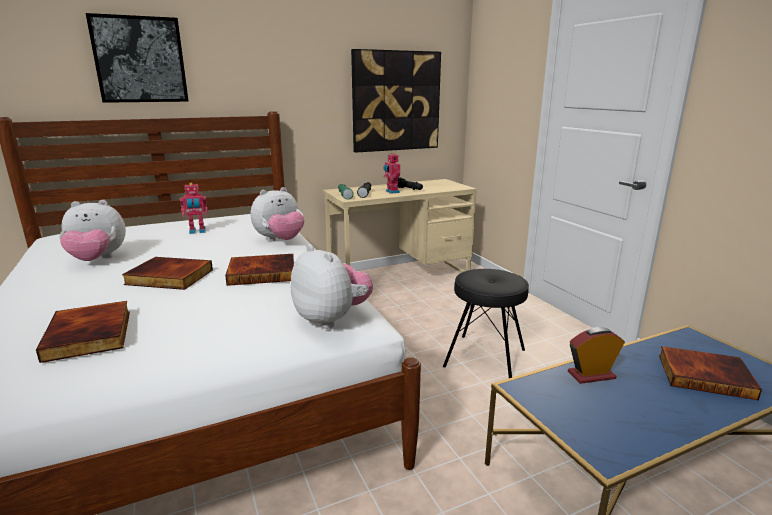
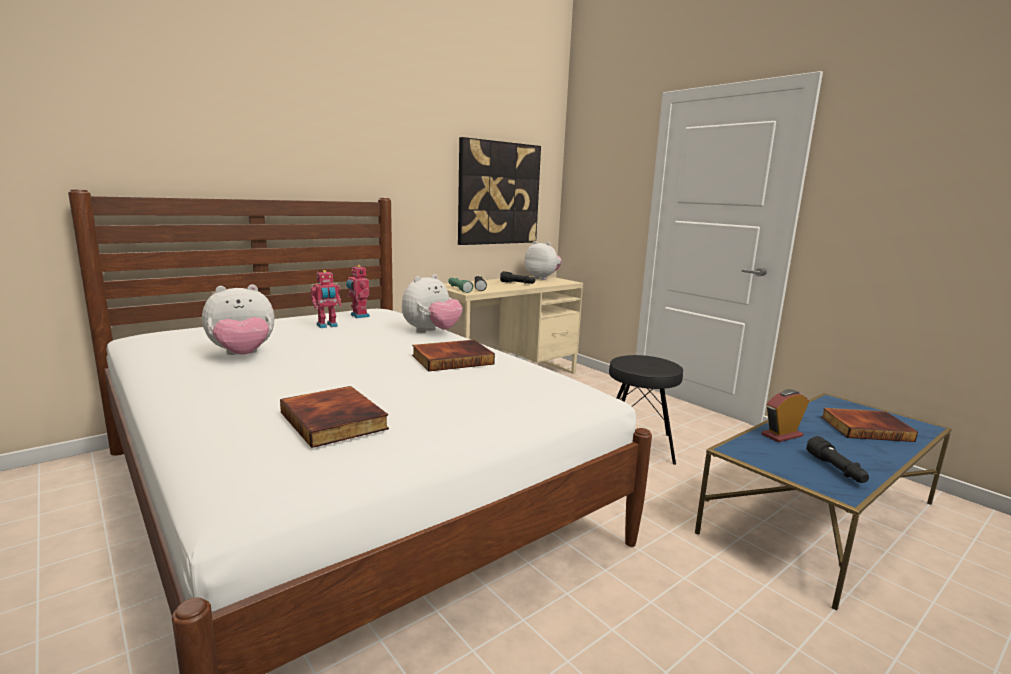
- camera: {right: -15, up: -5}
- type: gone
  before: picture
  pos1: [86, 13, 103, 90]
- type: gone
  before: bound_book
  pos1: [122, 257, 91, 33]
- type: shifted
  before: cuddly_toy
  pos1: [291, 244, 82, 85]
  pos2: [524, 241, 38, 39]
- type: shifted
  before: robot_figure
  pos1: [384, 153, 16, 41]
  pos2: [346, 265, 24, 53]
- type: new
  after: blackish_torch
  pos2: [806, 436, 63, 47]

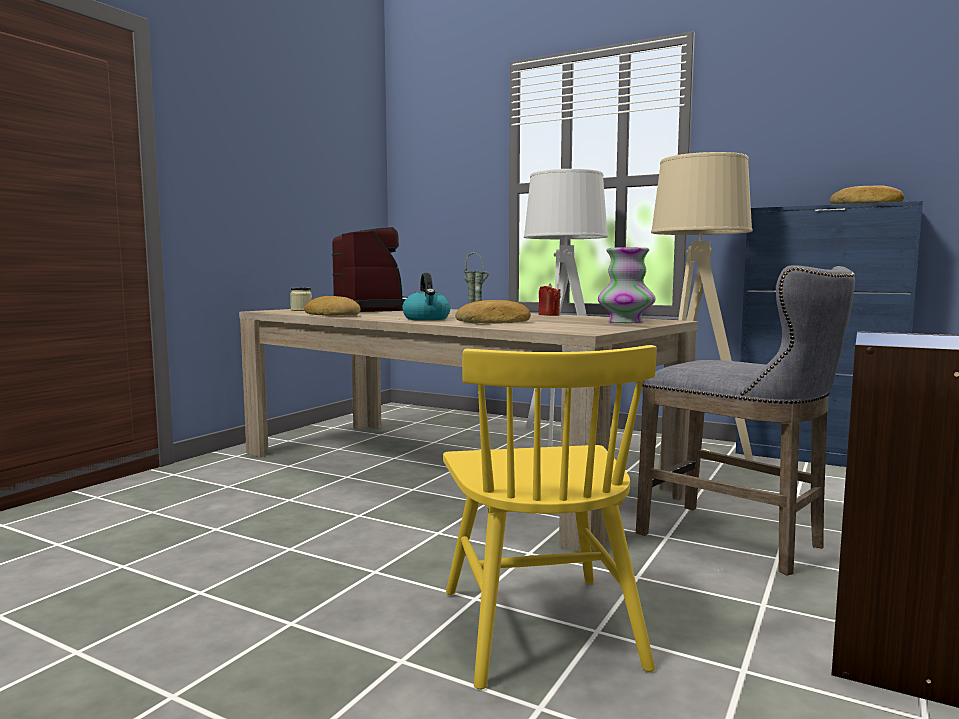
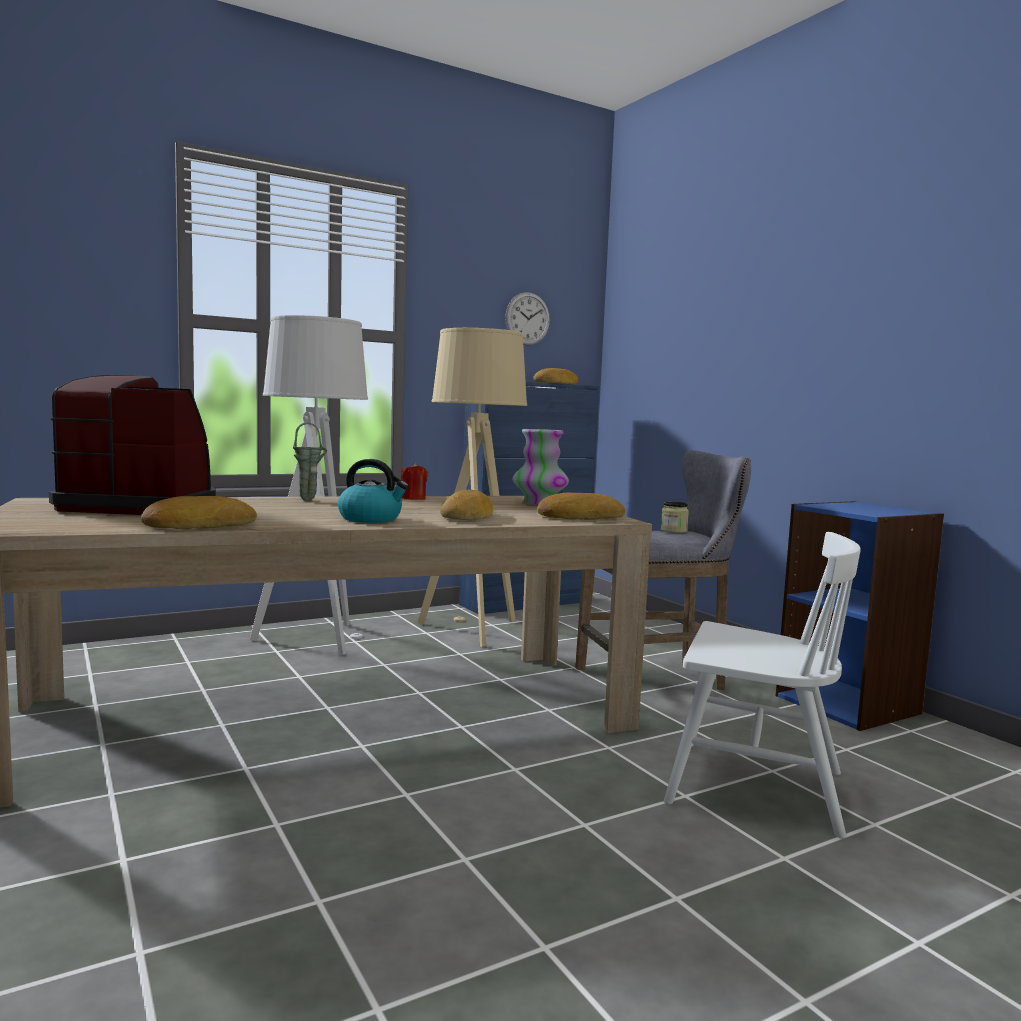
- camera: {right: -60, up: 0}
- type: shifted
  before: jar
  pos1: [290, 287, 22, 24]
  pos2: [661, 502, 28, 31]
- type: repainted
  before: yellow_chair
  after: whitish_chair
  pos1: [443, 345, 214, 345]
  pos2: [664, 532, 197, 307]
- type: new
  after: wall_clock
  pos2: [505, 292, 45, 53]
- type: new
  after: baked_bread
  pos2: [537, 493, 88, 27]

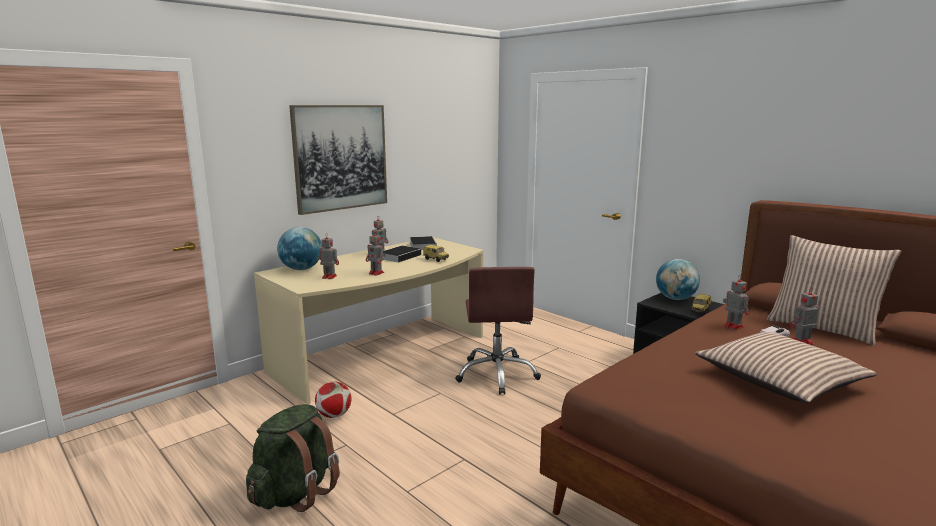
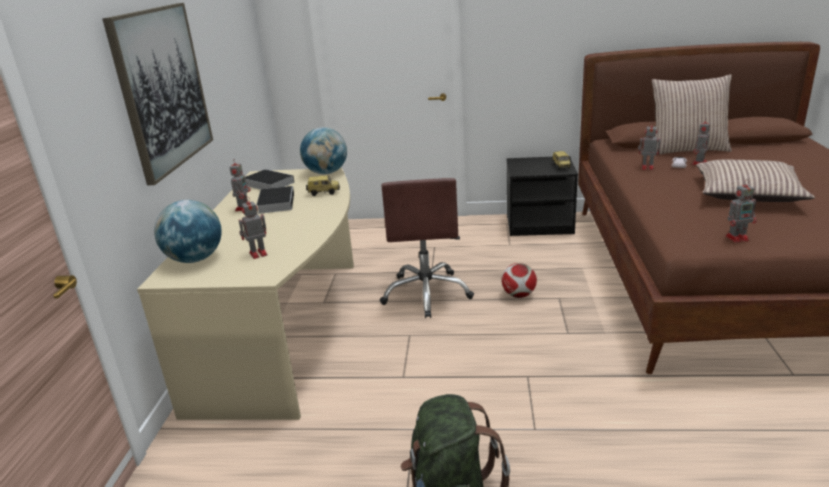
- camera: {right: -40, up: 10}
- type: shifted
  before: football_ball
  pos1: [315, 382, 37, 36]
  pos2: [501, 263, 36, 35]
- type: shifted
  before: robot_figure
  pos1: [366, 230, 20, 46]
  pos2: [725, 179, 32, 64]
- type: rotated
  before: brown_desk_chair
  pos1: [455, 267, 86, 128]
  pos2: [380, 178, 94, 140]
  turn: 45
- type: shifted
  before: world_globe
  pos1: [656, 259, 44, 41]
  pos2: [300, 127, 47, 47]

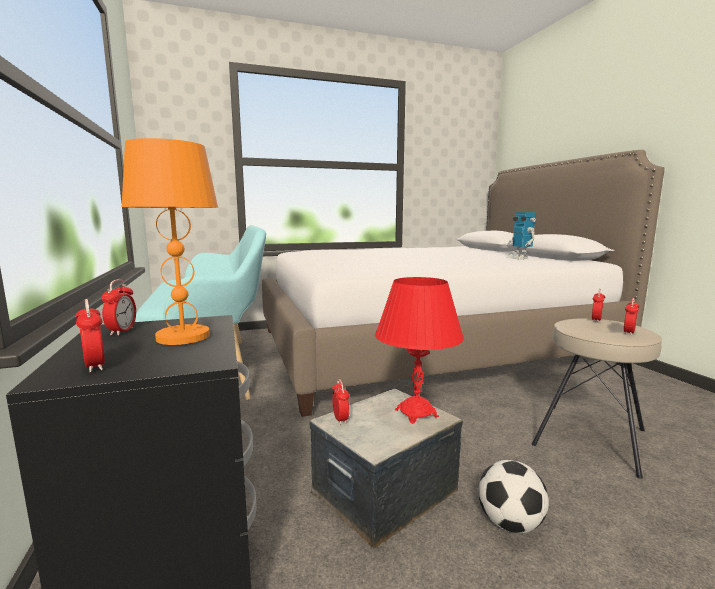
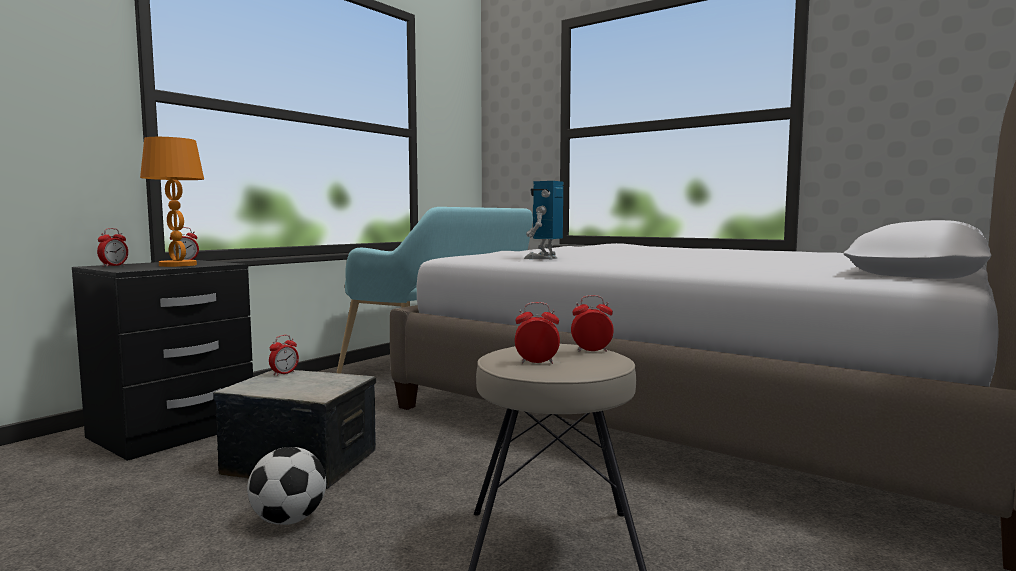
- camera: {right: 55, up: -5}
- type: gone
  before: reddish_lamp_for_a_table
  pos1: [375, 277, 89, 147]
- type: shifted
  before: robot_figure
  pos1: [507, 212, 29, 48]
  pos2: [524, 181, 40, 78]

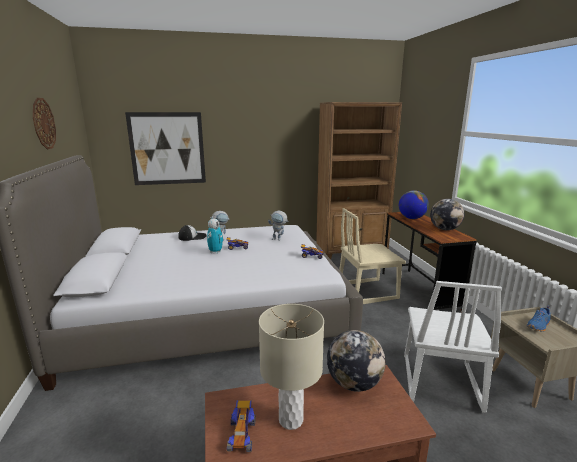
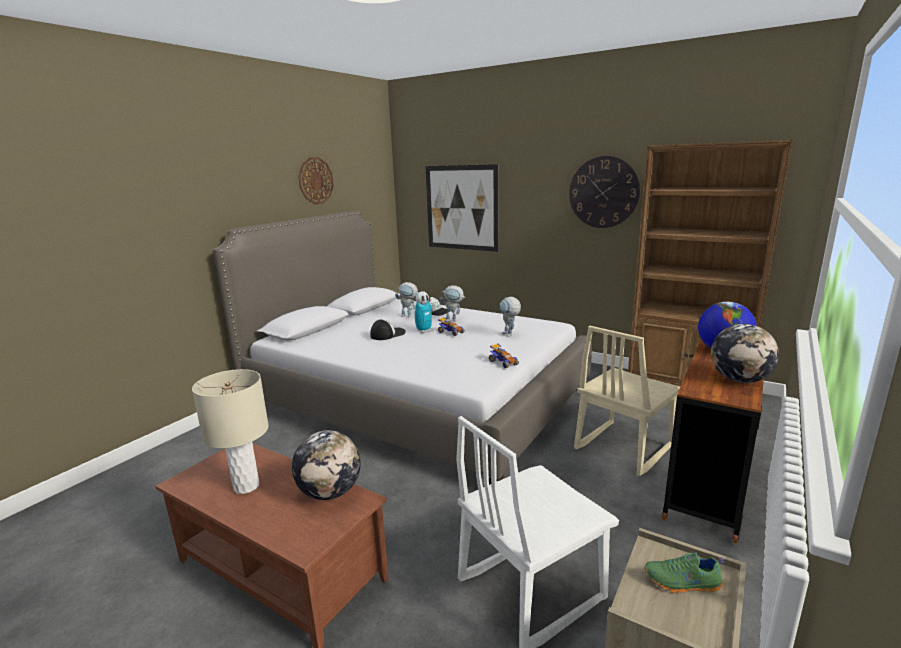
- camera: {right: 45, up: 0}
- type: gone
  before: toy_car
  pos1: [227, 400, 29, 52]
- type: rotated
  before: beige_chair
  pos1: [339, 208, 67, 96]
  pos2: [574, 326, 106, 150]
  turn: -75
- type: repainted
  before: blue_item_of_footwear
  after: green-coloured_item_of_footwear
  pos1: [527, 306, 24, 26]
  pos2: [645, 552, 80, 41]
- type: new
  after: peaked_cap
  pos2: [370, 319, 36, 21]
- type: new
  after: robot_figure
  pos2: [395, 282, 23, 35]
- type: new
  after: wall_clock
  pos2: [569, 156, 71, 72]

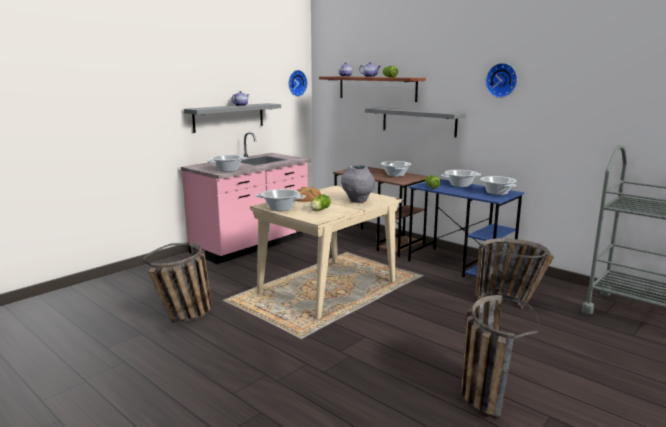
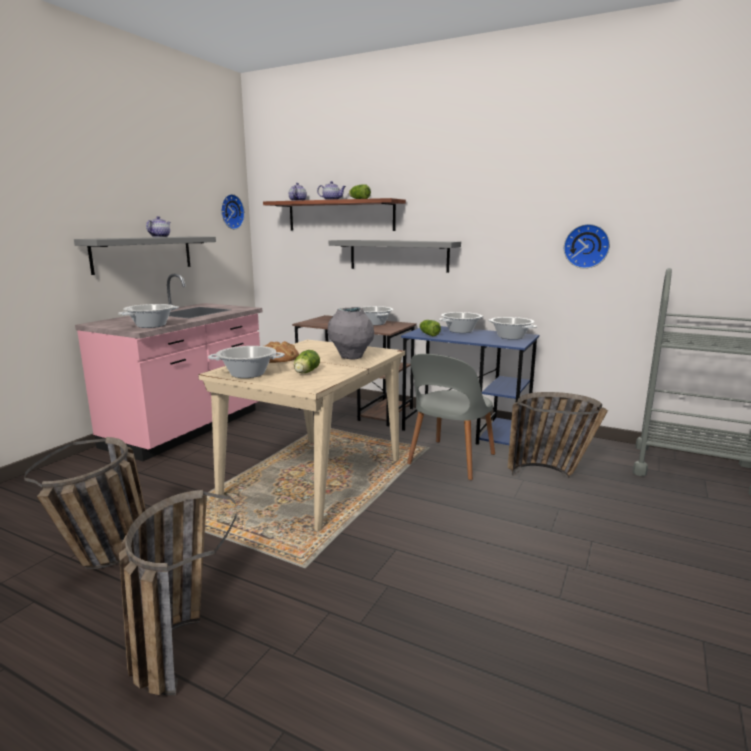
- camera: {right: -15, up: 0}
- type: shifted
  before: basket
  pos1: [461, 295, 78, 123]
  pos2: [119, 490, 118, 205]
- type: shifted
  before: wall_clock
  pos1: [485, 63, 32, 35]
  pos2: [564, 224, 46, 45]
- type: new
  after: gray_chair
  pos2: [407, 354, 88, 126]

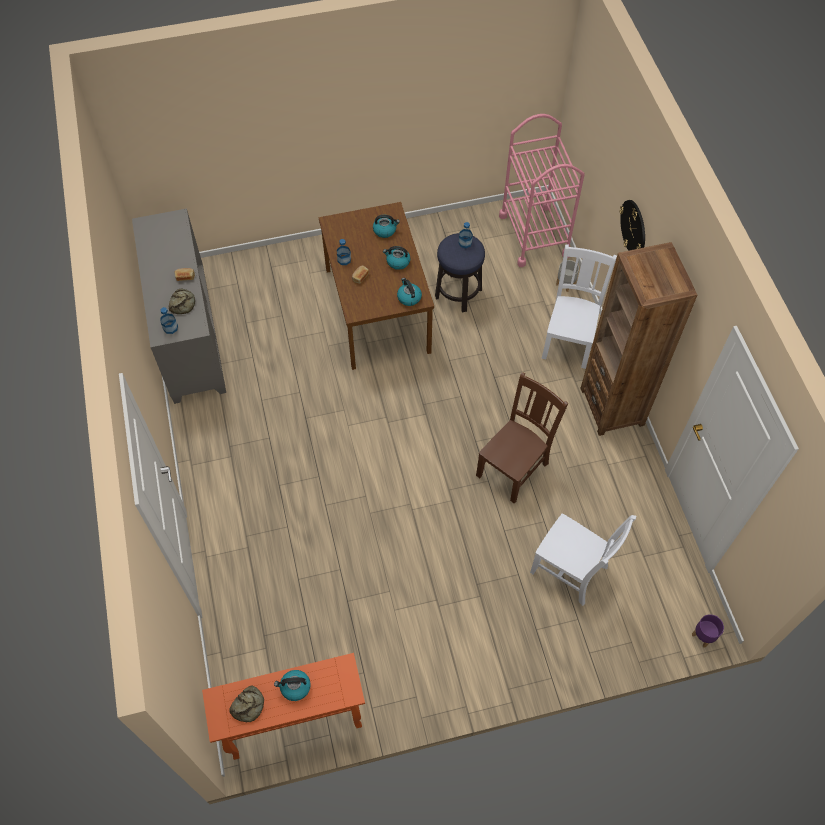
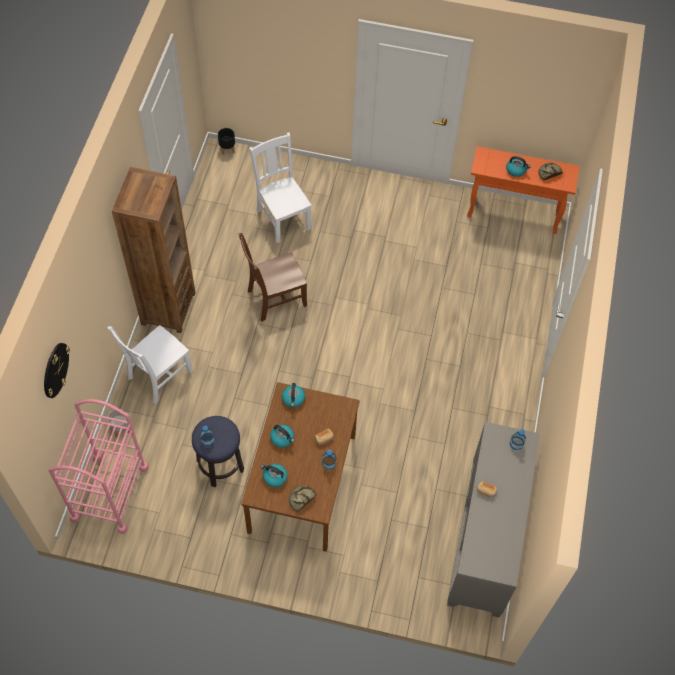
- camera: {right: -155, up: 0}
- type: shifted
  before: baked_bread
  pos1: [169, 289, 26, 25]
  pos2: [289, 485, 28, 27]
- type: shifted
  before: wall_clock
  pos1: [619, 200, 26, 51]
  pos2: [44, 343, 26, 55]
- type: repainted
  before: purple-coloured_flower_pot
  after: blackish_flower_pot
  pos1: [692, 614, 32, 34]
  pos2: [218, 128, 17, 27]

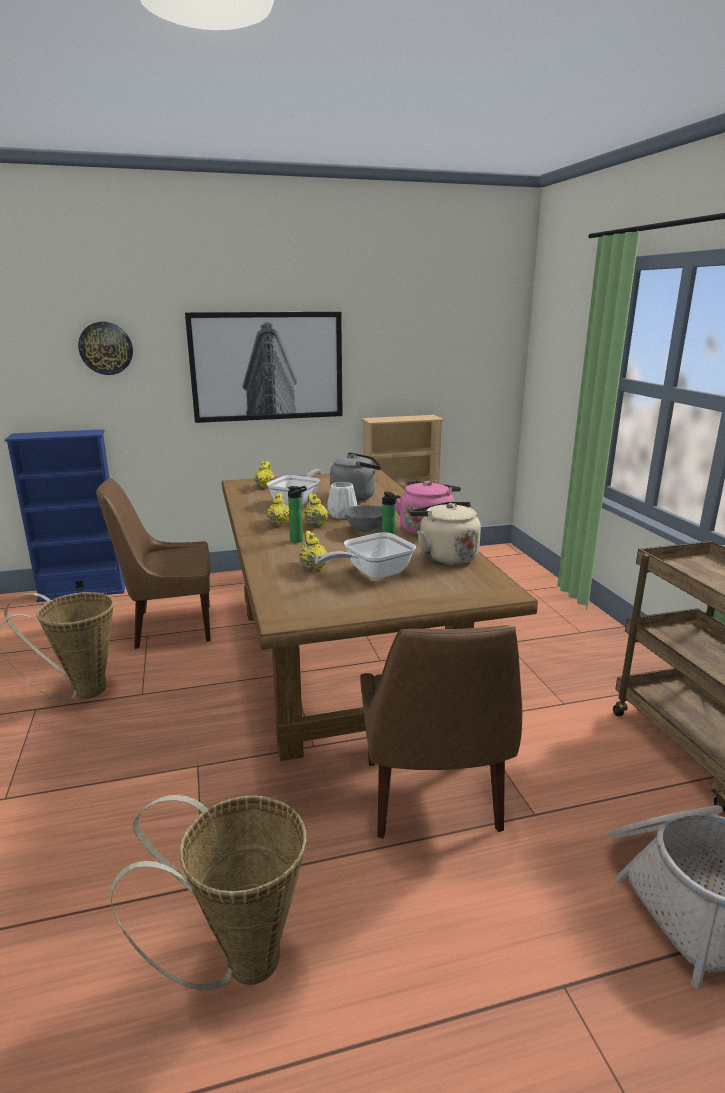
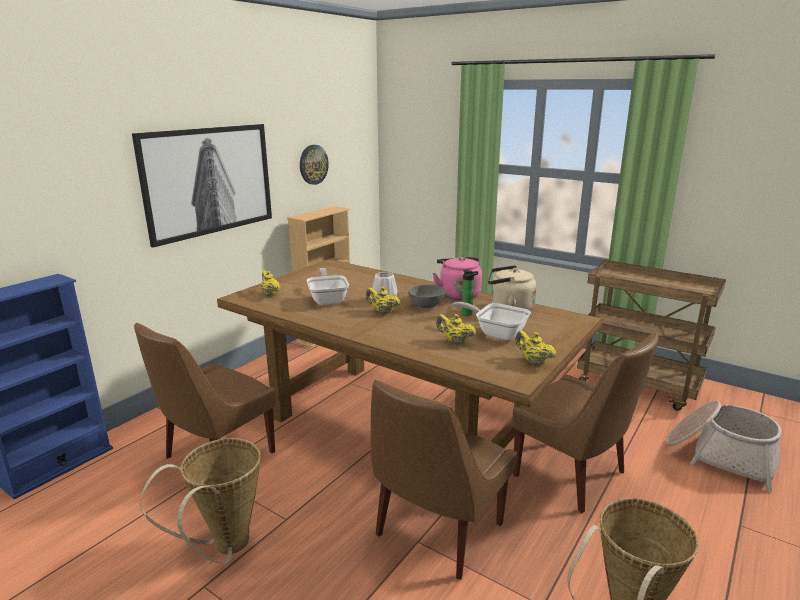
- camera: {right: -40, up: 0}
- type: shifted
  before: wall_clock
  pos1: [78, 322, 55, 53]
  pos2: [300, 145, 29, 40]
- type: shifted
  before: yellow_teapot
  pos1: [267, 493, 22, 33]
  pos2: [515, 330, 41, 35]
- type: gone
  before: bottle
  pos1: [287, 486, 20, 57]
- type: rotated
  before: pan
  pos1: [315, 532, 101, 47]
  pos2: [452, 302, 79, 38]
  turn: 105
- type: gone
  before: gray_tea_kettle
  pos1: [330, 452, 52, 49]
- type: new
  after: brown_chair
  pos2: [371, 380, 146, 200]

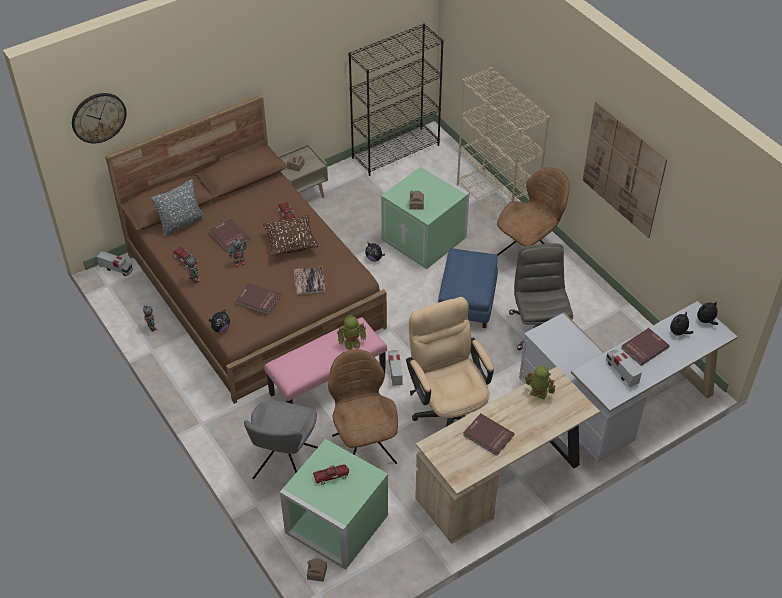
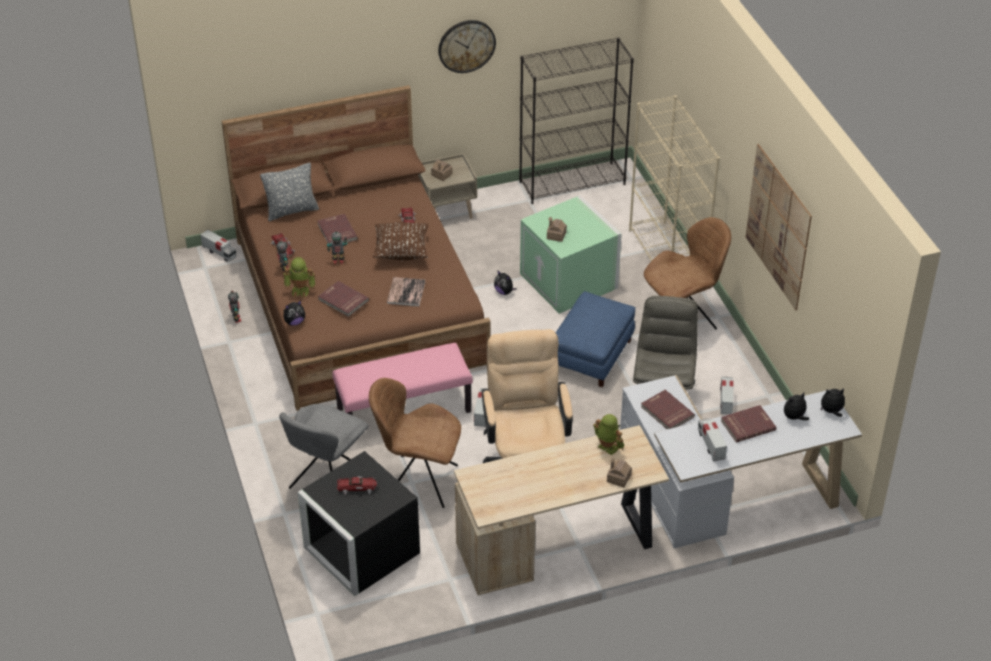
- camera: {right: 15, up: -5}
- type: shifted
  before: wall_clock
  pos1: [72, 93, 55, 50]
  pos2: [438, 20, 58, 53]
- type: repainted
  before: green-coloured_storage_container
  after: blackish_storage_container
  pos1: [280, 439, 108, 131]
  pos2: [298, 451, 122, 145]
- type: shifted
  before: toy_house
  pos1: [307, 558, 20, 24]
  pos2: [607, 458, 25, 30]
- type: rotated
  before: brown_chair
  pos1: [328, 349, 70, 115]
  pos2: [369, 378, 92, 130]
  turn: -75
- type: shifted
  before: robot_figure
  pos1: [337, 315, 29, 35]
  pos2: [283, 257, 32, 41]
- type: shifted
  before: reddish_bound_book
  pos1: [463, 413, 51, 43]
  pos2: [641, 390, 54, 39]
- type: new
  after: model_truck
  pos2: [720, 376, 14, 38]

